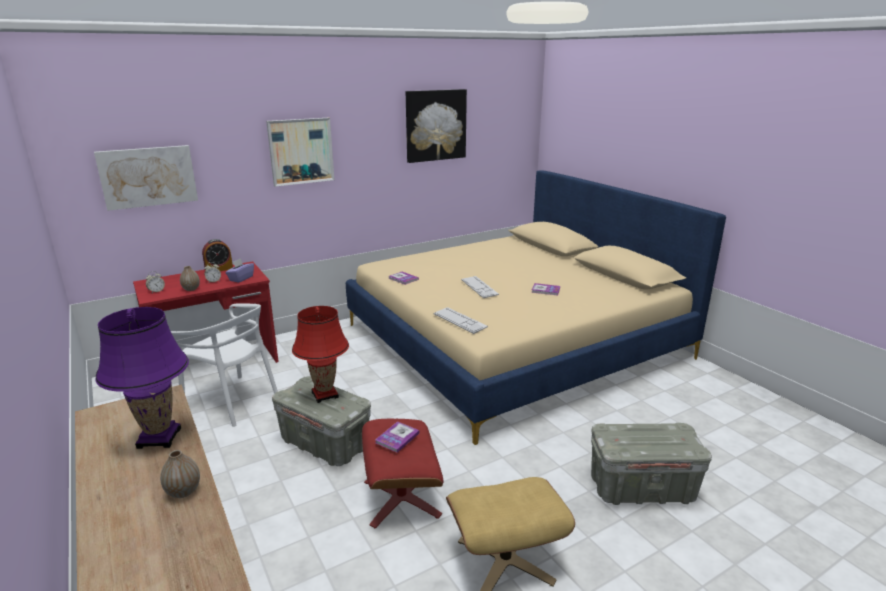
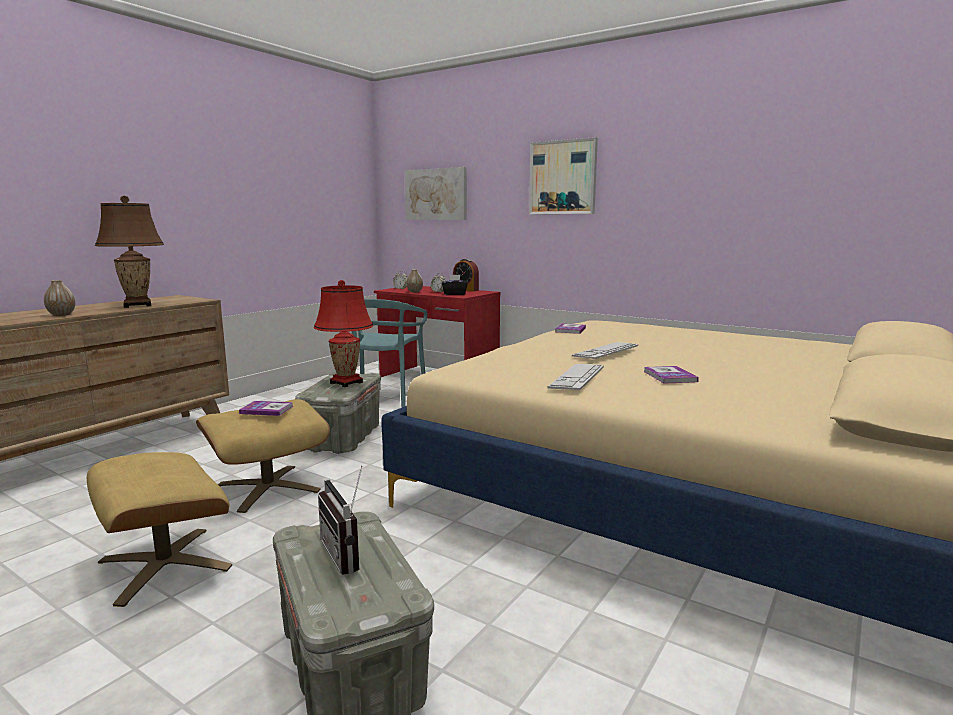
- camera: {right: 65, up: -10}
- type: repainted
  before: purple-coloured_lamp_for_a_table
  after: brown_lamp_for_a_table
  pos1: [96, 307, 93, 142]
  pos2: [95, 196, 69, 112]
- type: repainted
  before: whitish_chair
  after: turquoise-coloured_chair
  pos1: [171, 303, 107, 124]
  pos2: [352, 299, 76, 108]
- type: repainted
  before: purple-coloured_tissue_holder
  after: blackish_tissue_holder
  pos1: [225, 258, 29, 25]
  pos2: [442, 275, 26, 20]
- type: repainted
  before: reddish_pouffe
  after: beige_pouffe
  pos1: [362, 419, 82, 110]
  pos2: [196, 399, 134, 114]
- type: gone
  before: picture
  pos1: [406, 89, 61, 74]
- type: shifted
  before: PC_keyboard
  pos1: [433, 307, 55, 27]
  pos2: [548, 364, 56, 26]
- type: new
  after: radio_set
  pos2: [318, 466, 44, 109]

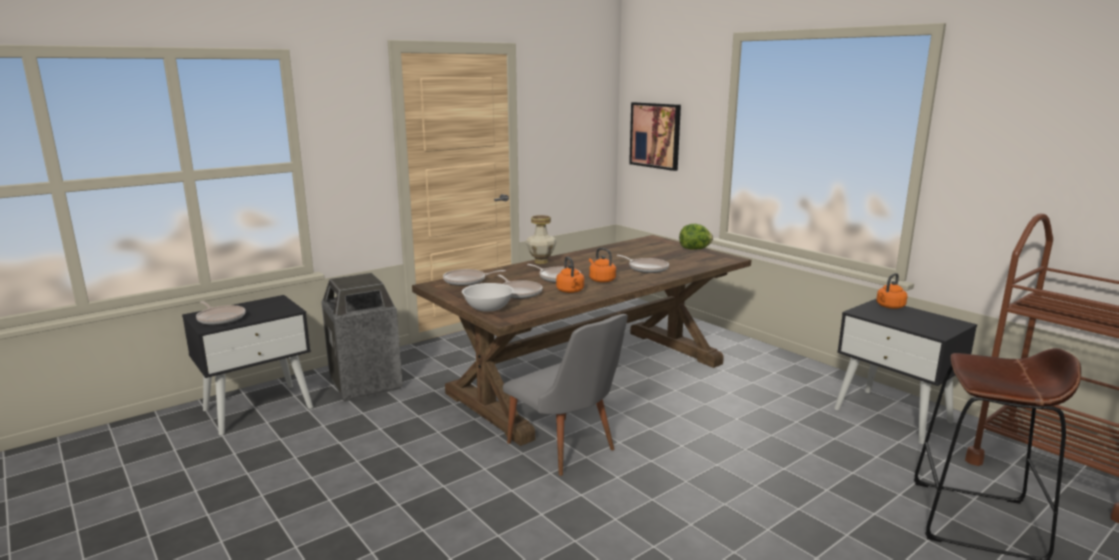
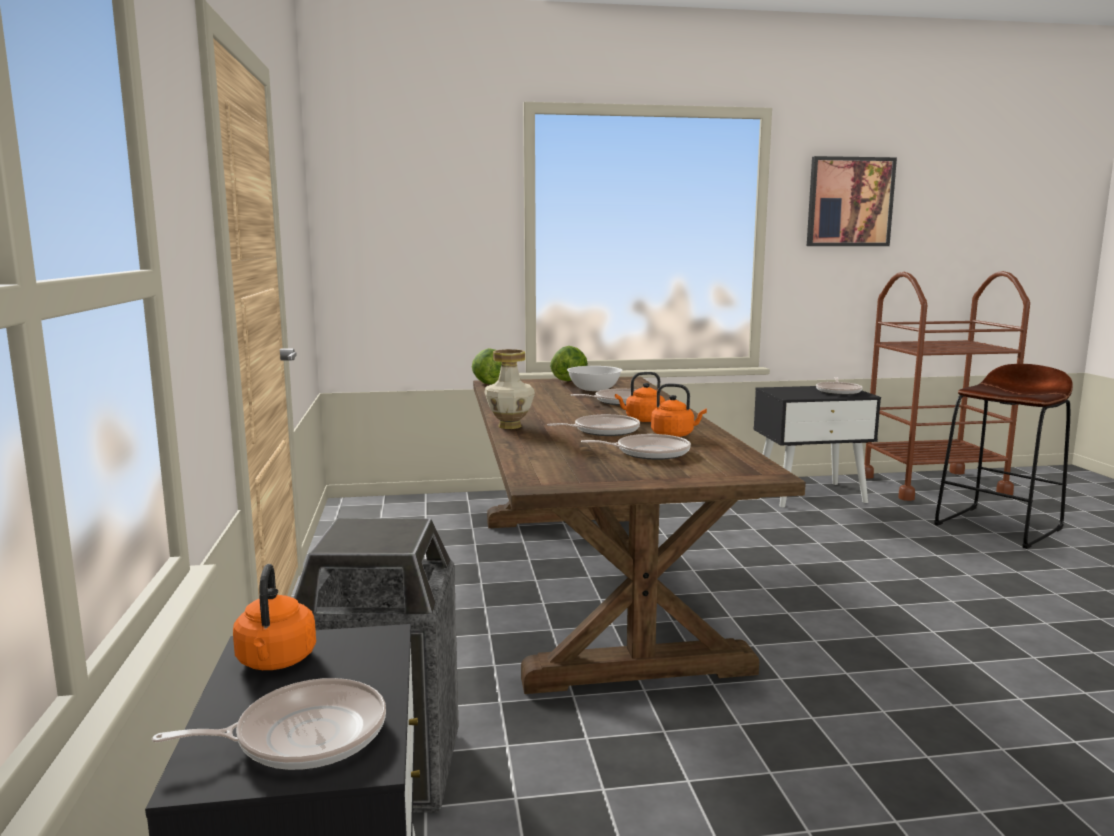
- camera: {right: -60, up: -5}
- type: shifted
  before: pan
  pos1: [443, 269, 63, 17]
  pos2: [816, 377, 46, 18]
- type: shifted
  before: whitish_serving_bowl
  pos1: [462, 283, 52, 29]
  pos2: [567, 366, 55, 25]
- type: gone
  before: gray_chair
  pos1: [503, 314, 125, 162]
- type: shifted
  before: picture
  pos1: [629, 102, 52, 69]
  pos2: [807, 156, 90, 90]
- type: shifted
  before: orange_tea_kettle
  pos1: [876, 273, 31, 36]
  pos2: [233, 564, 83, 106]
- type: new
  after: lettuce
  pos2: [472, 348, 30, 37]

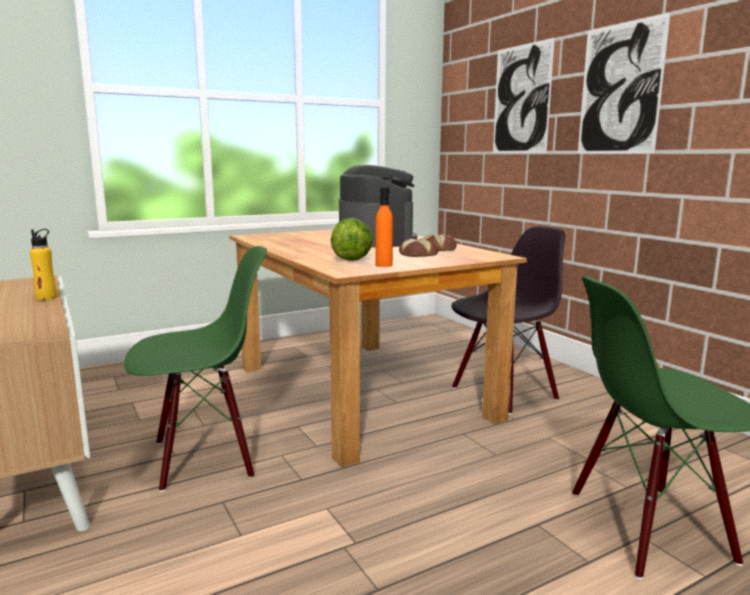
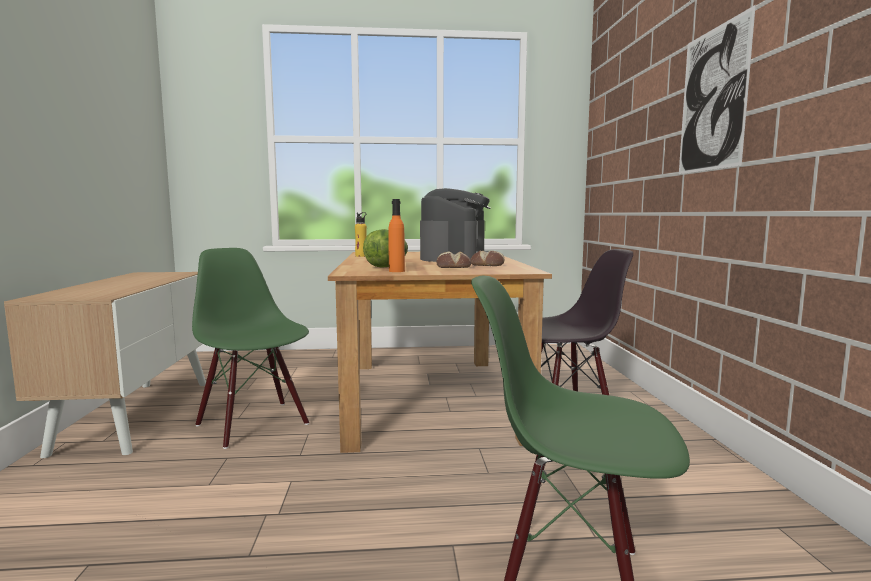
- camera: {right: 25, up: -5}
- type: shifted
  before: yellow_bottle
  pos1: [30, 229, 27, 71]
  pos2: [355, 212, 12, 45]
- type: rotated
  before: green-coloured_chair
  pos1: [124, 246, 143, 246]
  pos2: [192, 248, 117, 201]
  turn: -135
- type: gone
  before: picture
  pos1: [493, 38, 62, 115]

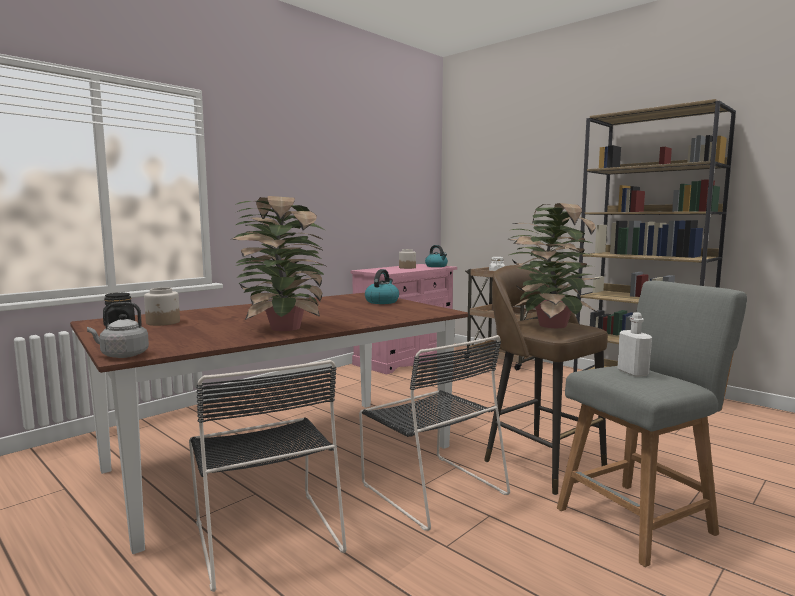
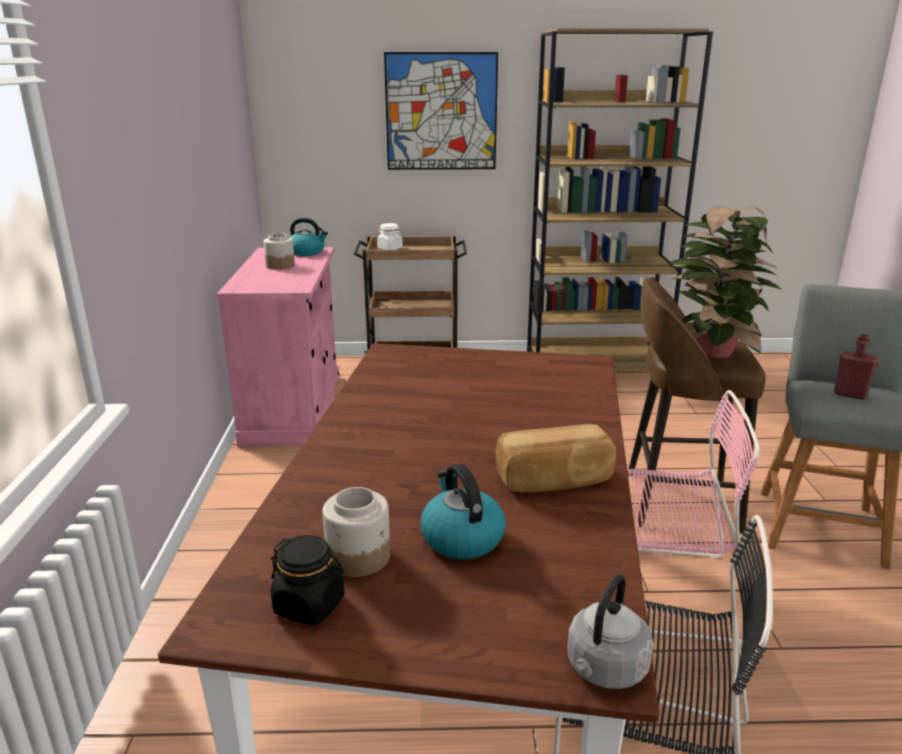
- camera: {right: -45, up: 15}
- type: swapped
  before: potted_plant
  after: baked_bread
  pos1: [231, 196, 95, 135]
  pos2: [495, 424, 121, 68]
- type: repainted
  before: blackish_chair
  after: pinkish_chair
  pos1: [359, 335, 151, 196]
  pos2: [627, 390, 133, 255]
- type: shifted
  before: tea_kettle
  pos1: [365, 269, 34, 35]
  pos2: [420, 464, 86, 95]
- type: repainted
  before: whitish_bottle
  after: reddish_bottle
  pos1: [618, 312, 34, 65]
  pos2: [834, 334, 45, 66]
- type: new
  after: picture
  pos2: [384, 52, 114, 118]

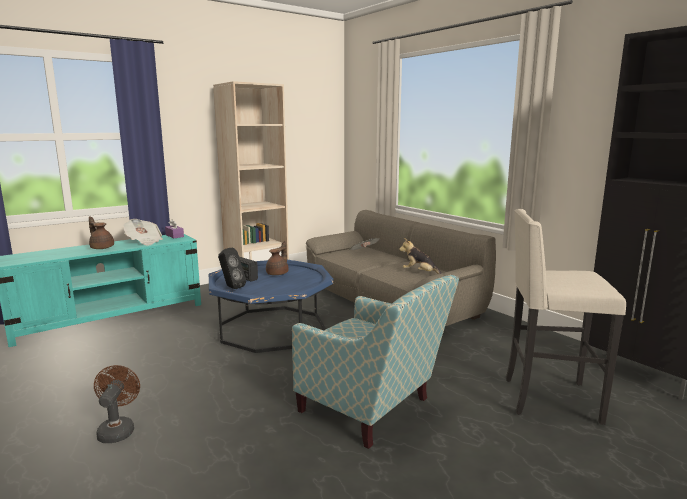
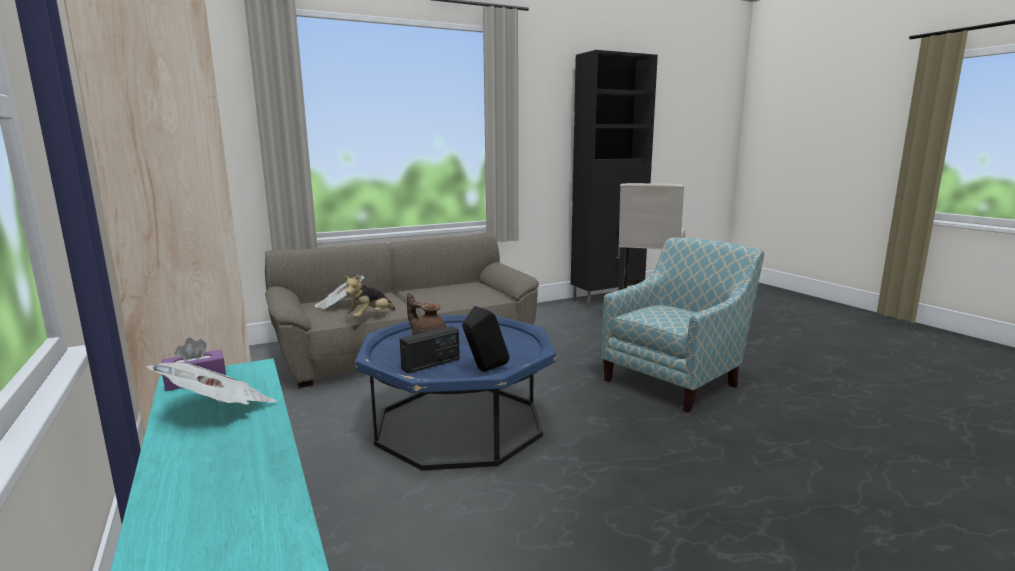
- camera: {right: -80, up: 0}
- type: gone
  before: brown_teapot
  pos1: [89, 216, 25, 33]
- type: gone
  before: brown_cooling_fan
  pos1: [94, 365, 46, 78]
- type: shifted
  before: cuddly_toy
  pos1: [399, 238, 43, 36]
  pos2: [343, 274, 52, 44]

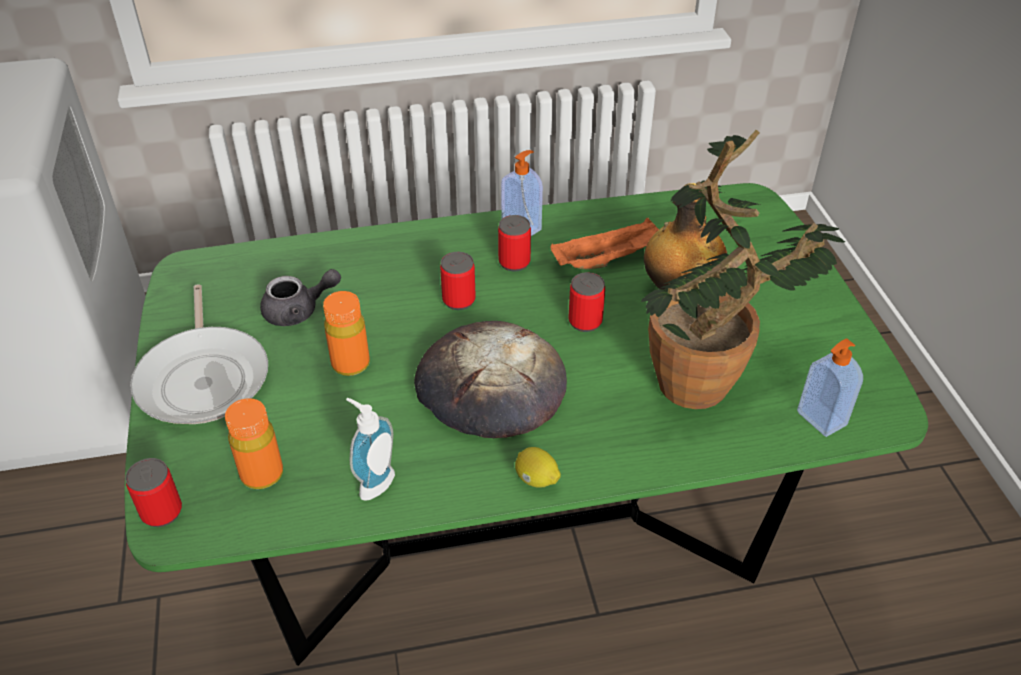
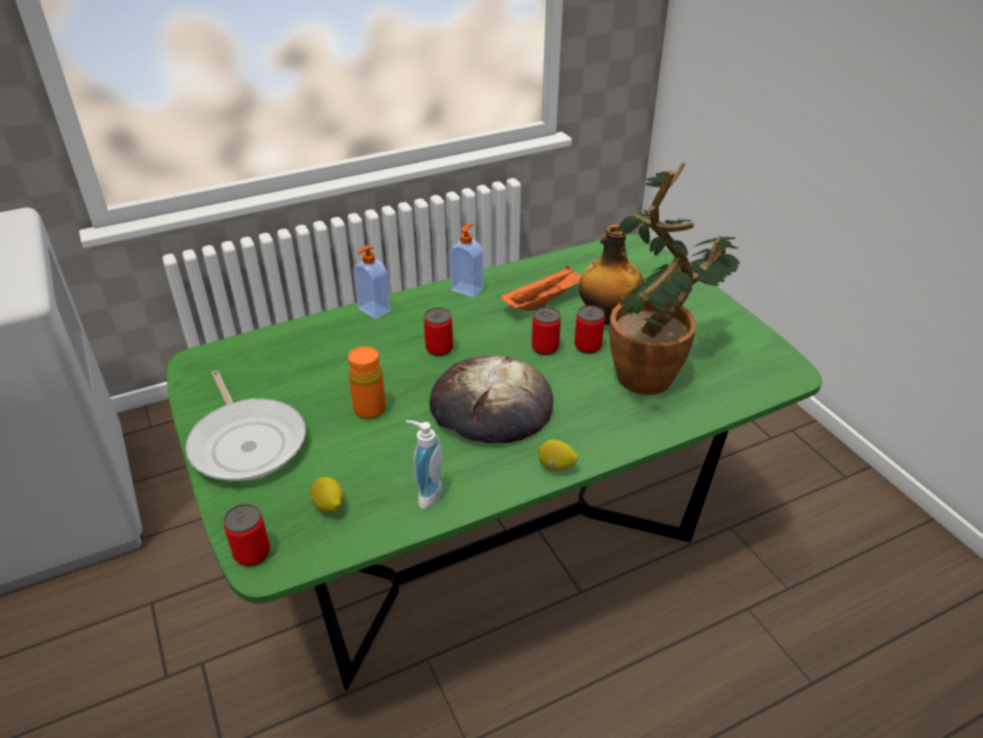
- camera: {right: -15, up: -5}
- type: swapped
  before: orange_bottle
  after: citrus_fruit
  pos1: [225, 398, 58, 91]
  pos2: [310, 477, 34, 36]
- type: gone
  before: gray_teapot
  pos1: [260, 269, 81, 57]
- type: shifted
  before: metal_can
  pos1: [498, 215, 33, 57]
  pos2: [574, 305, 31, 49]
- type: shifted
  before: soap_dispenser
  pos1: [797, 339, 66, 98]
  pos2: [353, 245, 38, 74]

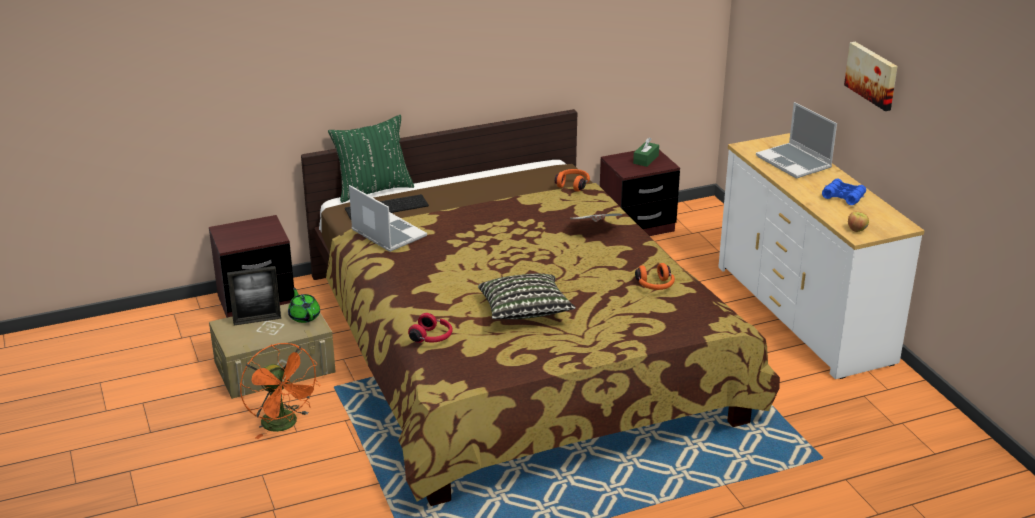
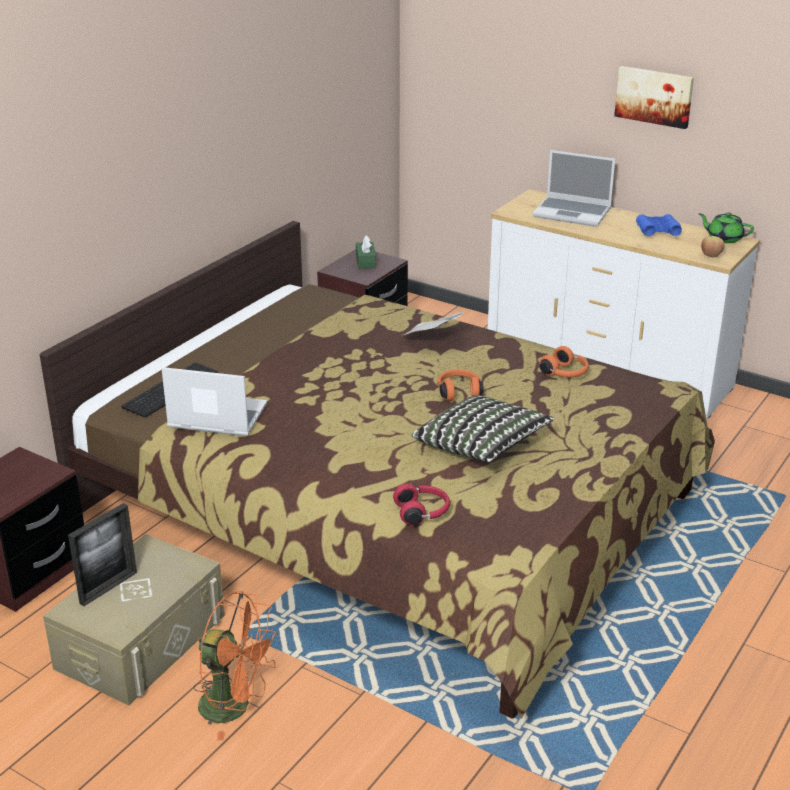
- camera: {right: -35, up: 0}
- type: shifted
  before: green-coloured_teapot
  pos1: [288, 288, 32, 35]
  pos2: [699, 213, 55, 30]
- type: gone
  before: green-coloured_cushion
  pos1: [328, 115, 86, 88]
- type: shifted
  before: orange_headset
  pos1: [555, 169, 35, 22]
  pos2: [437, 369, 46, 32]

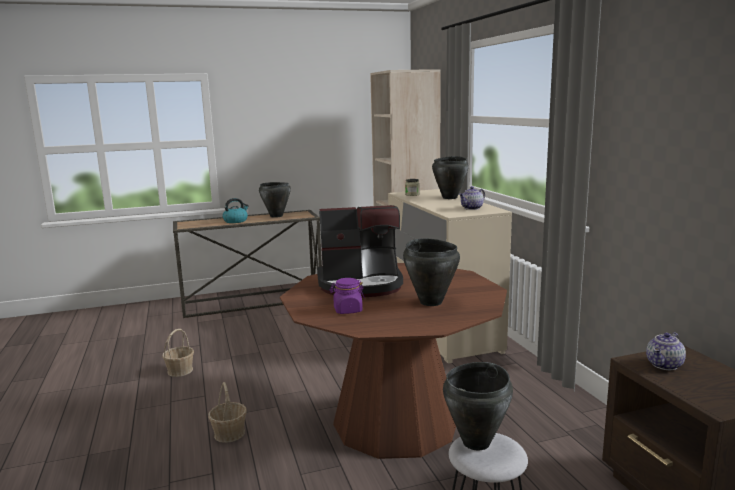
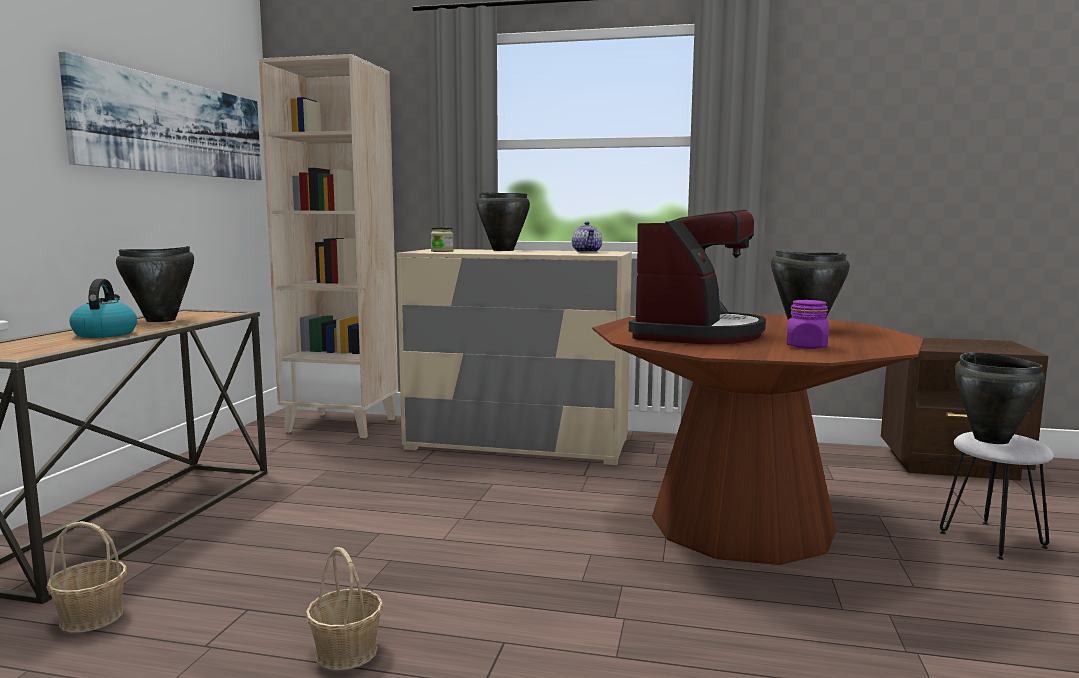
- camera: {right: -60, up: -5}
- type: shifted
  before: basket
  pos1: [208, 382, 39, 61]
  pos2: [46, 521, 81, 112]
- type: gone
  before: teapot
  pos1: [646, 332, 40, 38]
- type: new
  after: picture
  pos2: [59, 51, 203, 129]

